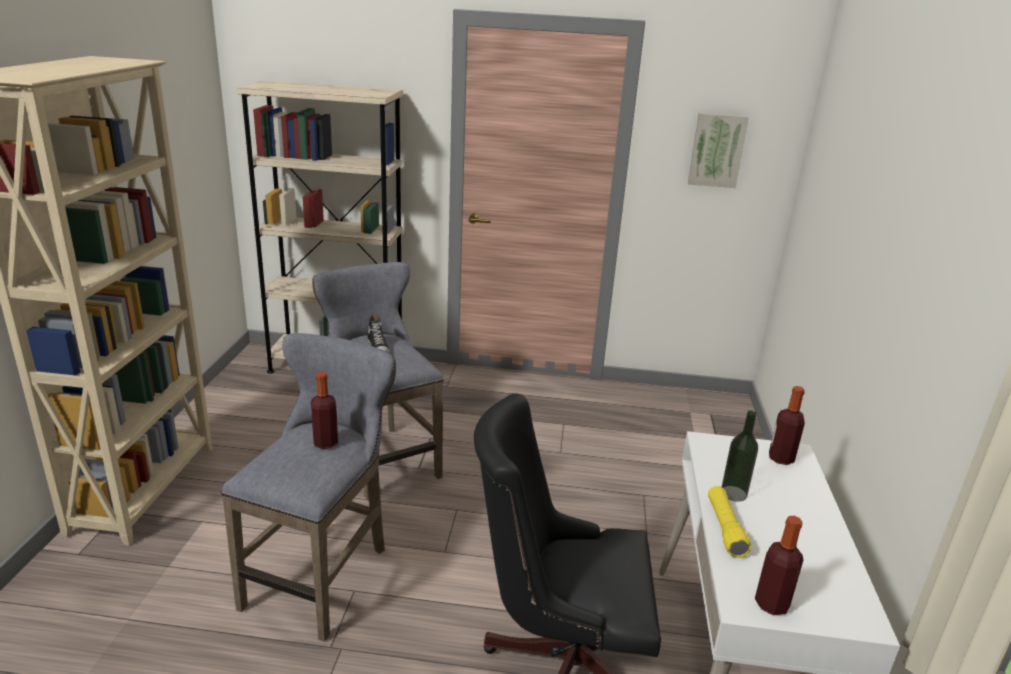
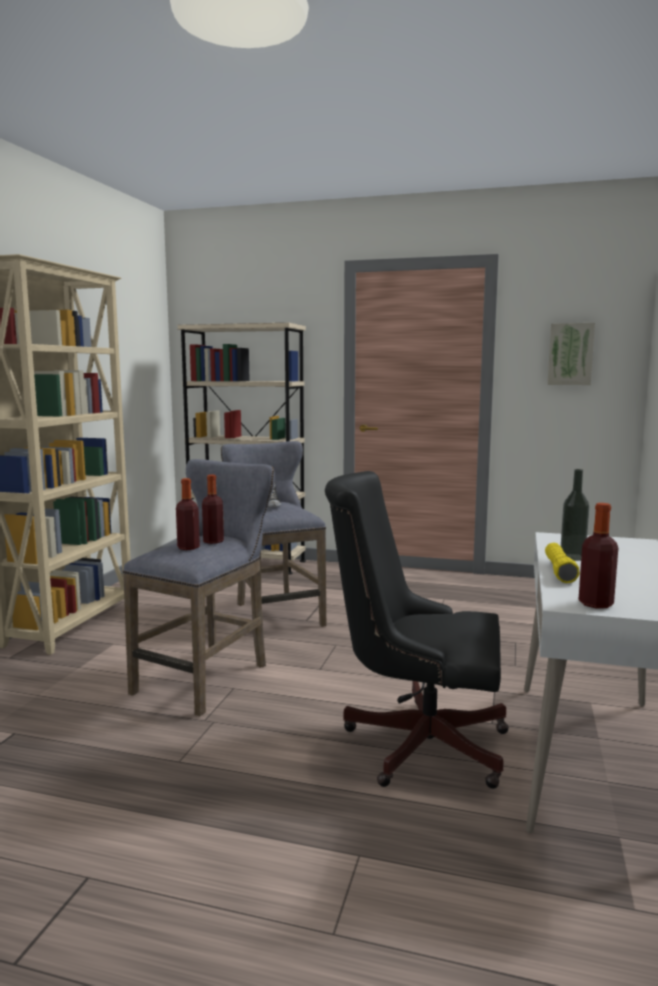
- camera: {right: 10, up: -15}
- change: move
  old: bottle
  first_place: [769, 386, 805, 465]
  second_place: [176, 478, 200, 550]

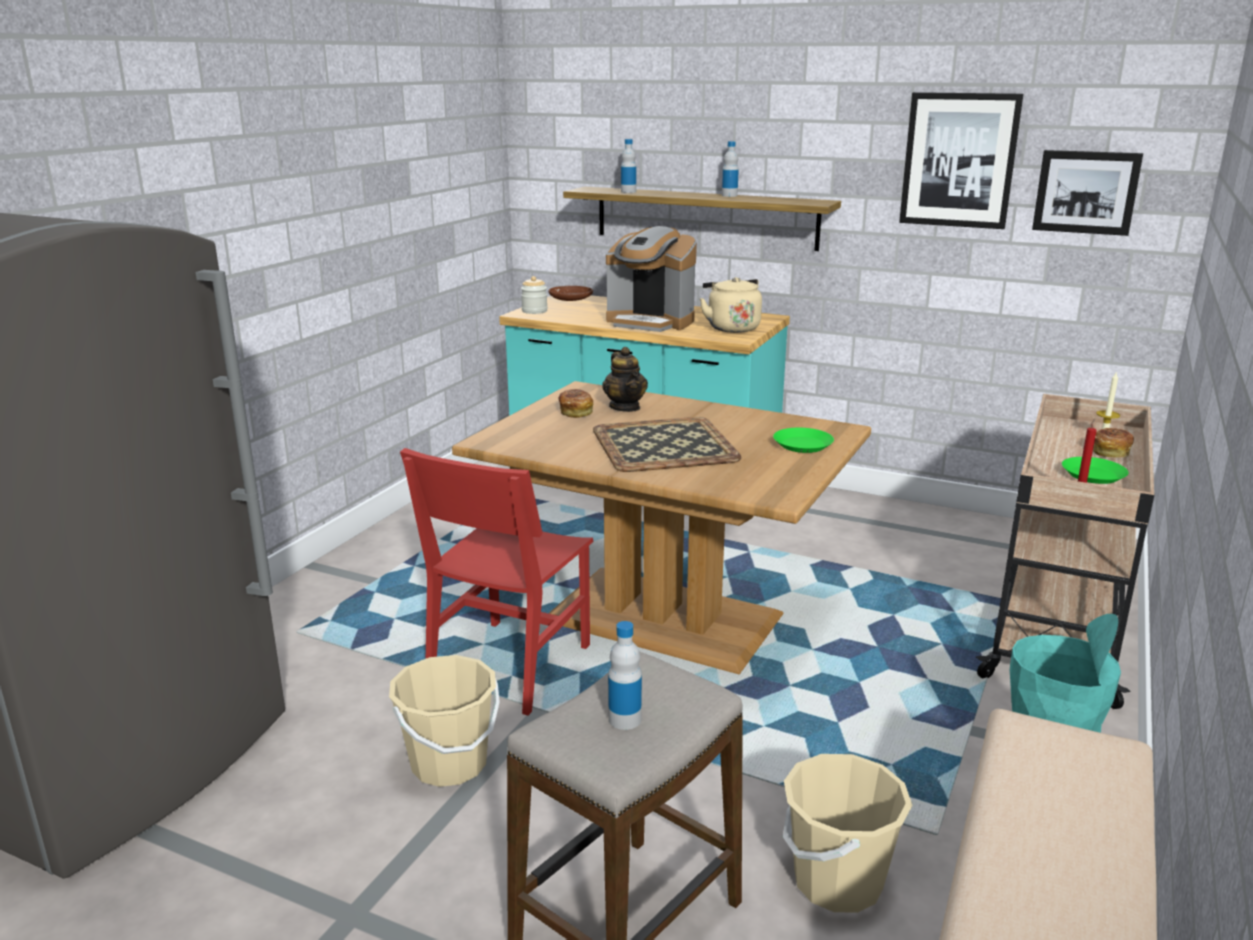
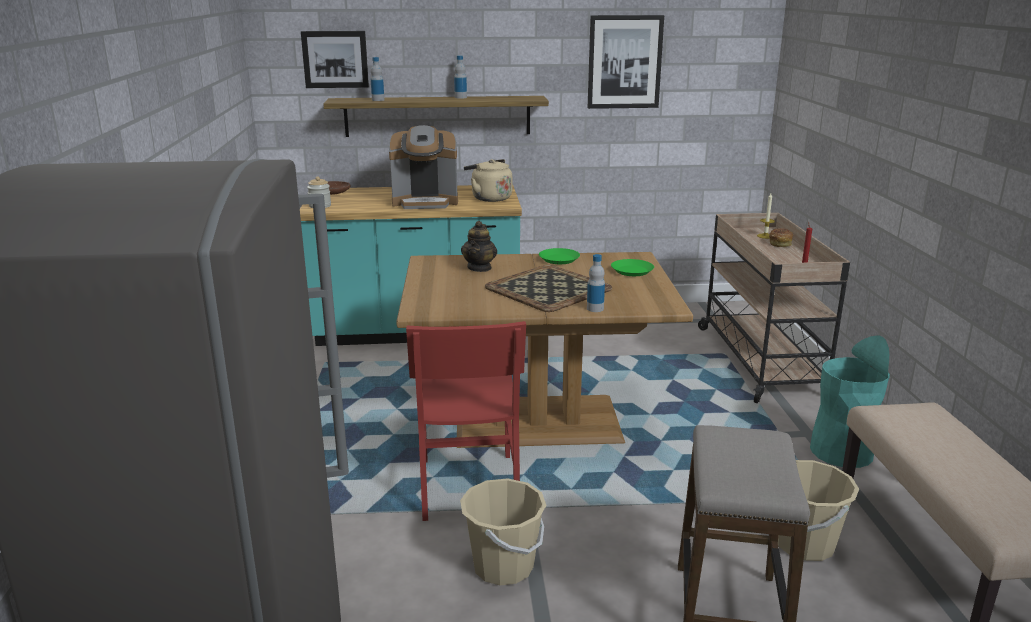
- camera: {right: -30, up: 0}
- change: delete
  old: bread
  first_place: [559, 389, 594, 418]
- change: move
  old: bottle
  first_place: [608, 621, 642, 730]
  second_place: [587, 254, 605, 312]
- change: move
  old: picture
  first_place: [1032, 150, 1143, 236]
  second_place: [301, 31, 369, 88]
- change: move
  old: green_plate
  first_place: [1062, 457, 1128, 484]
  second_place: [539, 248, 580, 264]
- change: rotate
  old: teapot
  first_place: [602, 347, 648, 412]
  second_place: [461, 221, 497, 272]
  degrees: 60

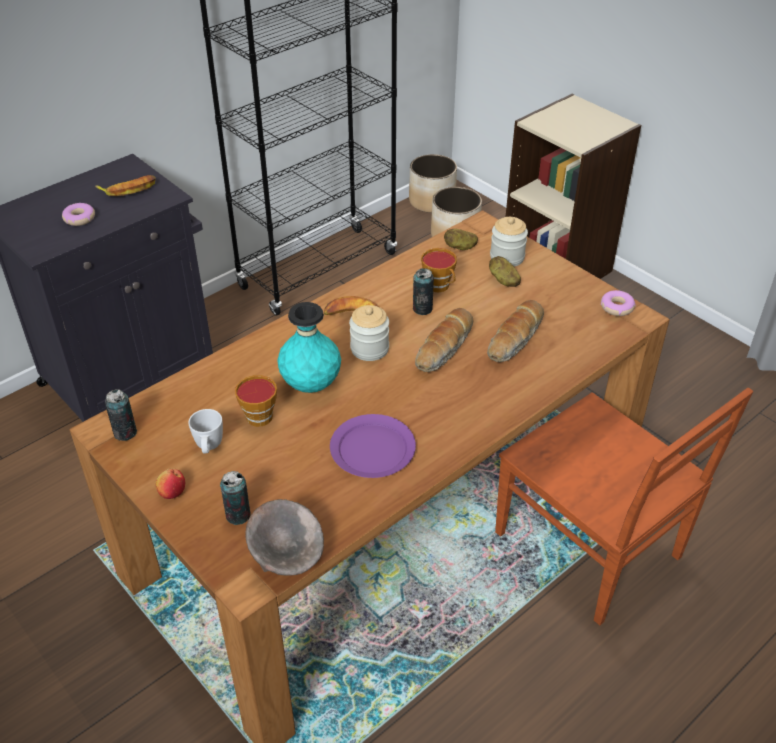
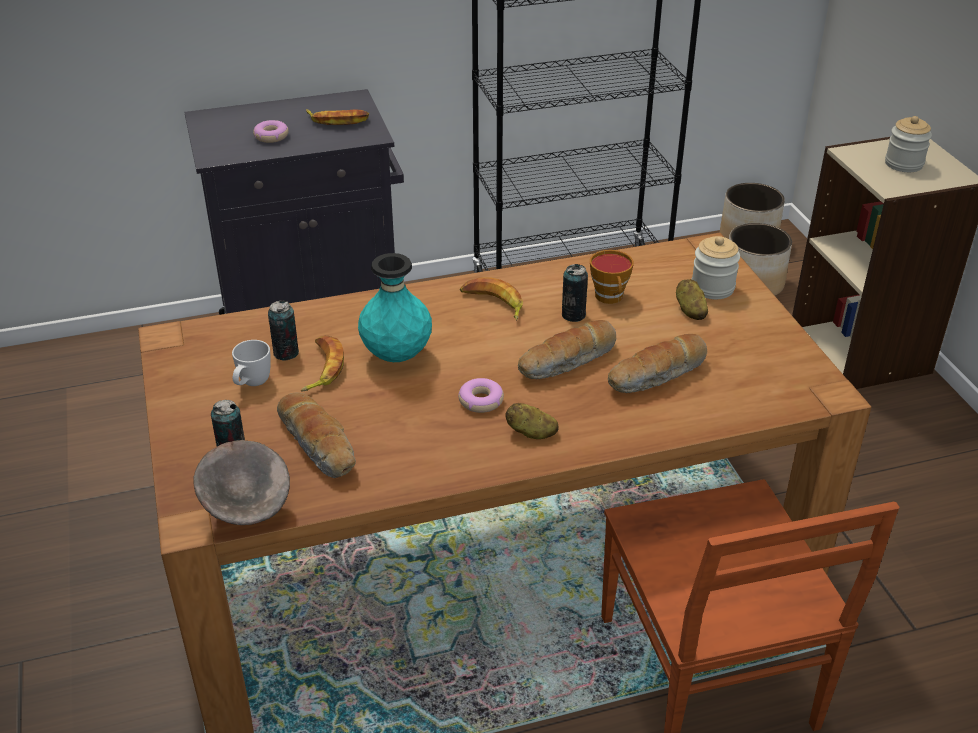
- camera: {right: 25, up: -5}
- change: delete
  old: apple
  first_place: [156, 468, 185, 499]
- change: delete
  old: purple_plate
  first_place: [330, 414, 416, 478]
- change: insert
  new: bread
  second_place: [277, 392, 356, 478]
- change: move
  old: can
  first_place: [105, 389, 137, 441]
  second_place: [268, 300, 299, 361]
- change: move
  old: jar
  first_place: [349, 305, 389, 361]
  second_place: [885, 116, 932, 172]
- change: move
  old: potato
  first_place: [444, 229, 478, 250]
  second_place: [505, 403, 559, 439]
- change: move
  old: donut
  first_place: [601, 290, 636, 316]
  second_place: [458, 378, 504, 413]
- change: replace
  old: cup
  new: banana
  first_place: [235, 375, 277, 427]
  second_place: [301, 336, 344, 391]

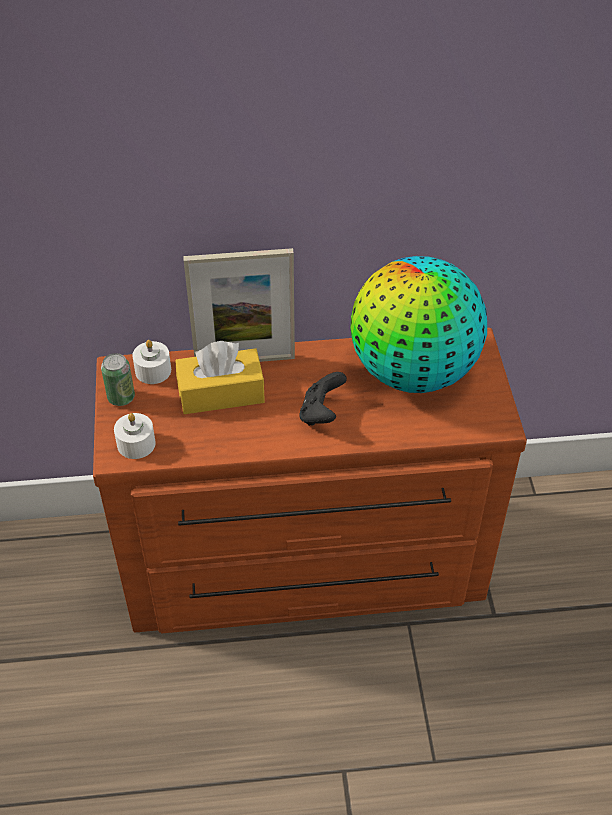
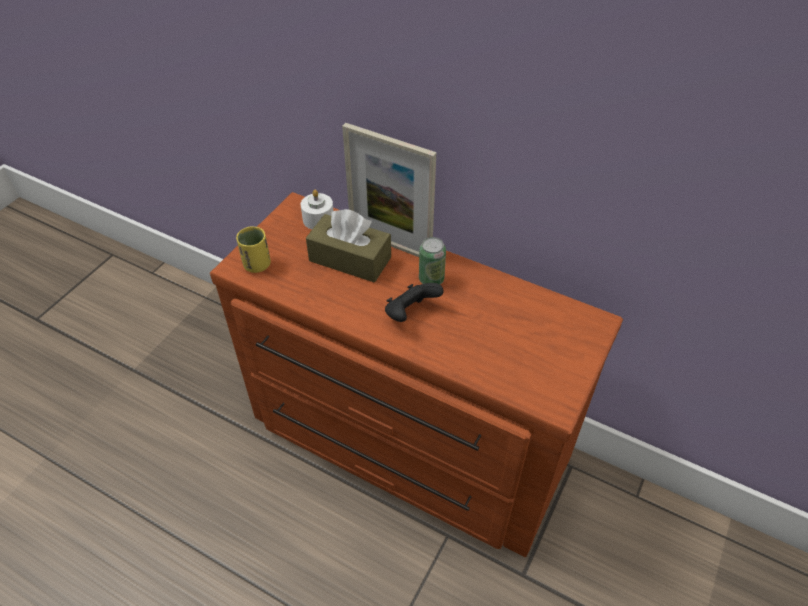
- camera: {right: 35, up: 0}
- change: delete
  old: globe
  first_place: [351, 256, 487, 393]
- change: move
  old: can
  first_place: [101, 353, 135, 406]
  second_place: [419, 237, 446, 284]
- change: replace
  old: white_candle
  new: yellow_cup
  first_place: [114, 413, 156, 459]
  second_place: [236, 226, 271, 273]
- change: recolor
  old: yellow_tissue_box
  new: brown_tissue_box
  first_place: [175, 341, 265, 414]
  second_place: [306, 209, 391, 282]

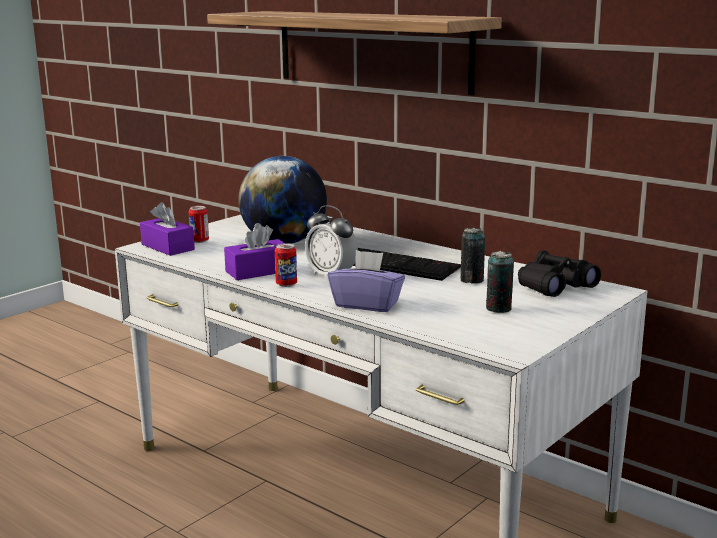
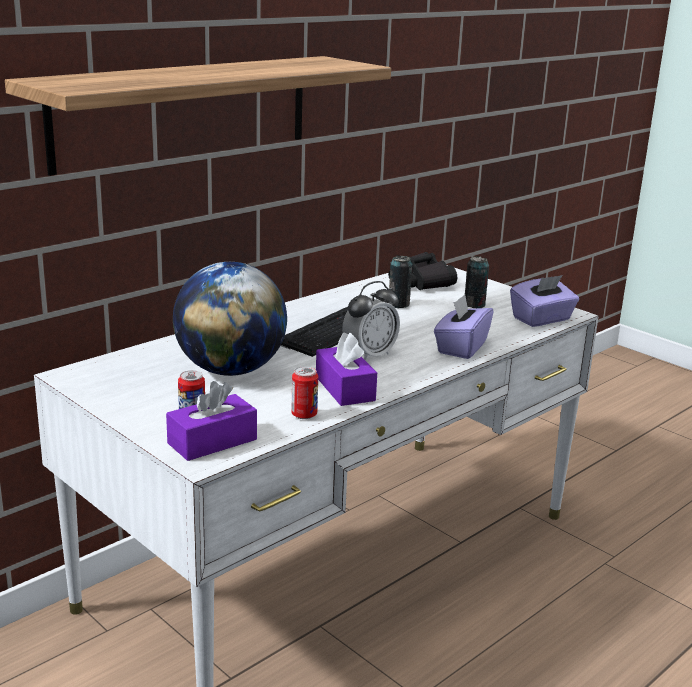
- camera: {right: -85, up: 5}
- change: insert
  new: purple_tissue_box
  second_place: [510, 275, 579, 327]
- change: move
  old: can
  first_place: [275, 243, 297, 287]
  second_place: [291, 366, 318, 419]

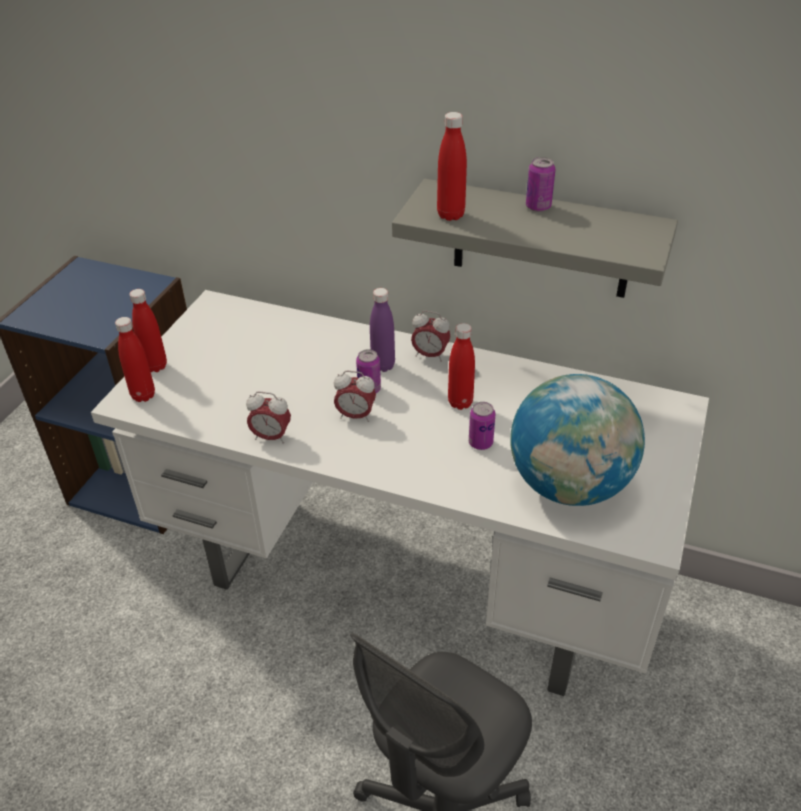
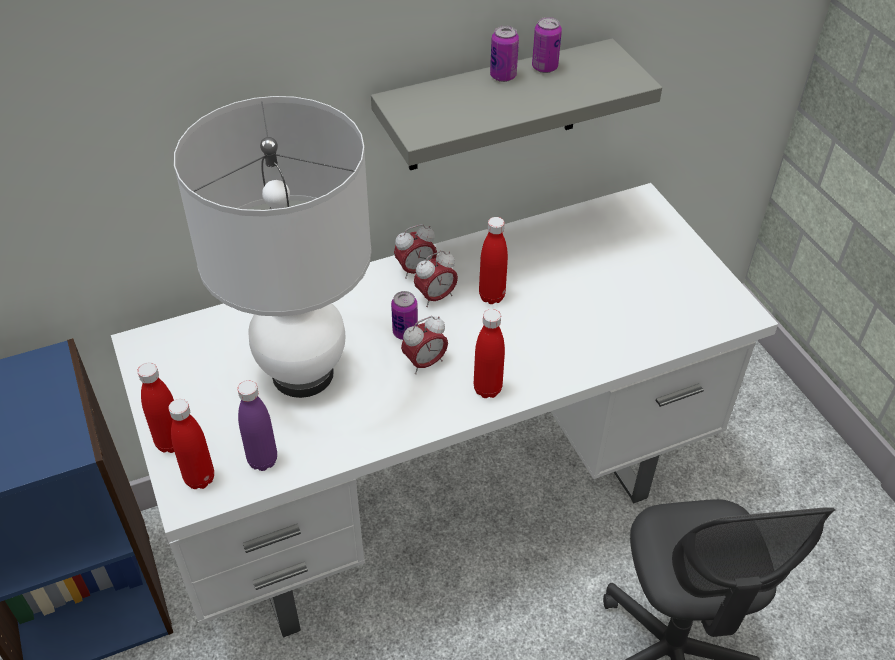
- camera: {right: -45, up: 5}
- change: delete
  old: globe
  first_place: [510, 374, 645, 506]
- change: insert
  new: white_table_lamp
  second_place: [174, 96, 372, 398]
- change: move
  old: alarm_clock
  first_place: [246, 391, 291, 444]
  second_place: [414, 251, 458, 307]
- change: move
  old: purple_bottle
  first_place: [370, 288, 395, 372]
  second_place: [237, 380, 277, 471]
- change: move
  old: red_bottle
  first_place: [437, 112, 467, 221]
  second_place: [474, 309, 505, 398]
- change: move
  old: can
  first_place: [469, 402, 495, 450]
  second_place: [532, 17, 562, 73]

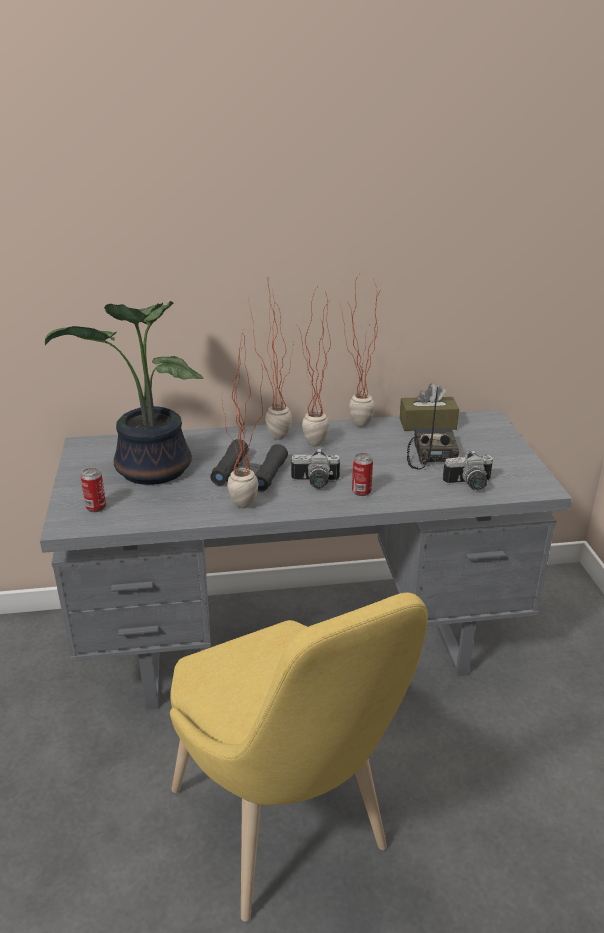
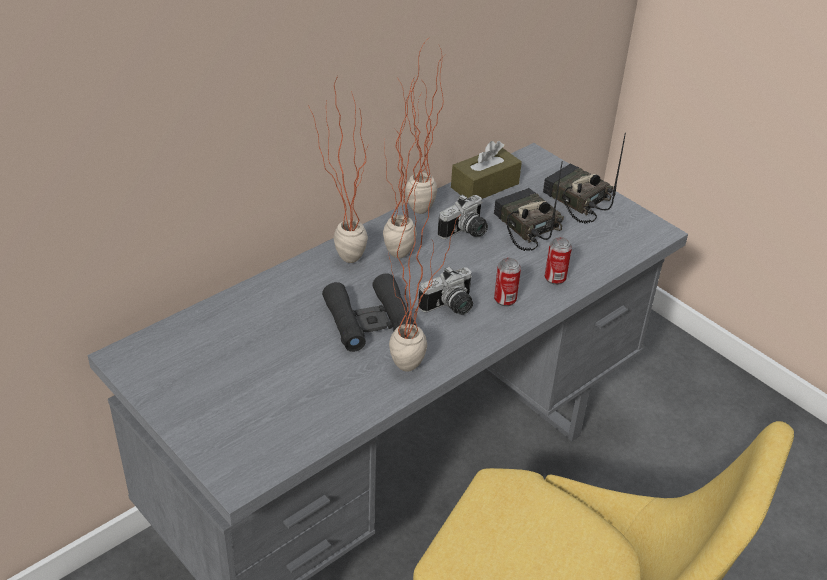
- camera: {right: -35, up: 10}
- change: delete
  old: potted_plant
  first_place: [45, 301, 204, 485]
- change: insert
  new: radio
  second_place: [543, 133, 626, 223]
- change: move
  old: can
  first_place: [81, 468, 106, 512]
  second_place: [545, 237, 572, 285]
- change: move
  old: photo_camera
  first_place: [443, 450, 493, 490]
  second_place: [438, 195, 488, 239]

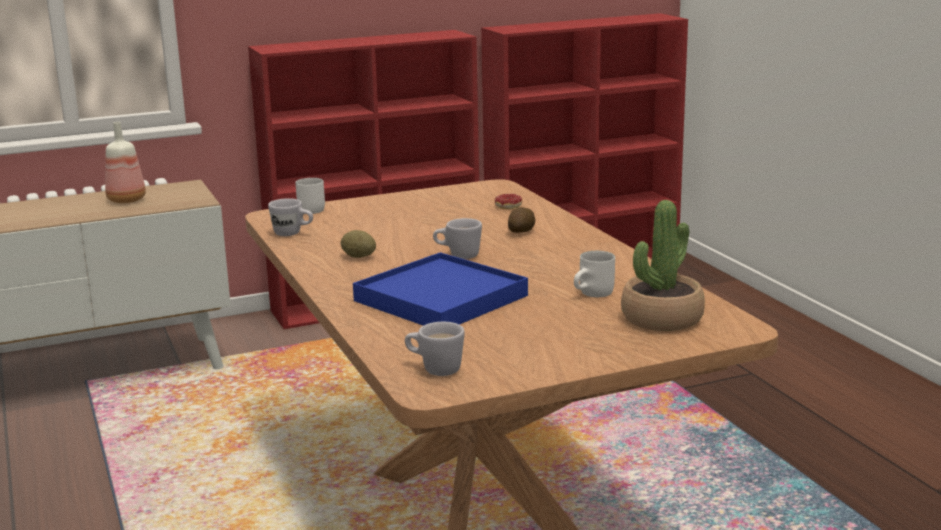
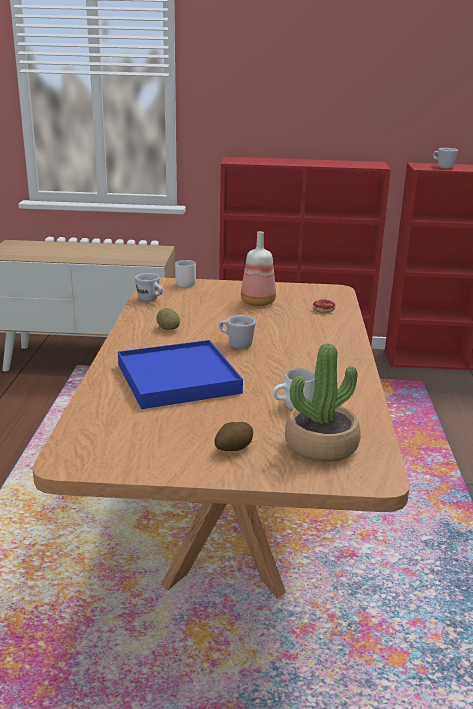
- camera: {right: 25, up: 5}
- change: move
  old: bottle
  first_place: [105, 122, 146, 203]
  second_place: [241, 231, 276, 306]
- change: move
  old: white_mug
  first_place: [405, 322, 465, 376]
  second_place: [433, 148, 458, 168]
- change: move
  old: potato
  first_place: [508, 207, 535, 233]
  second_place: [214, 422, 253, 451]

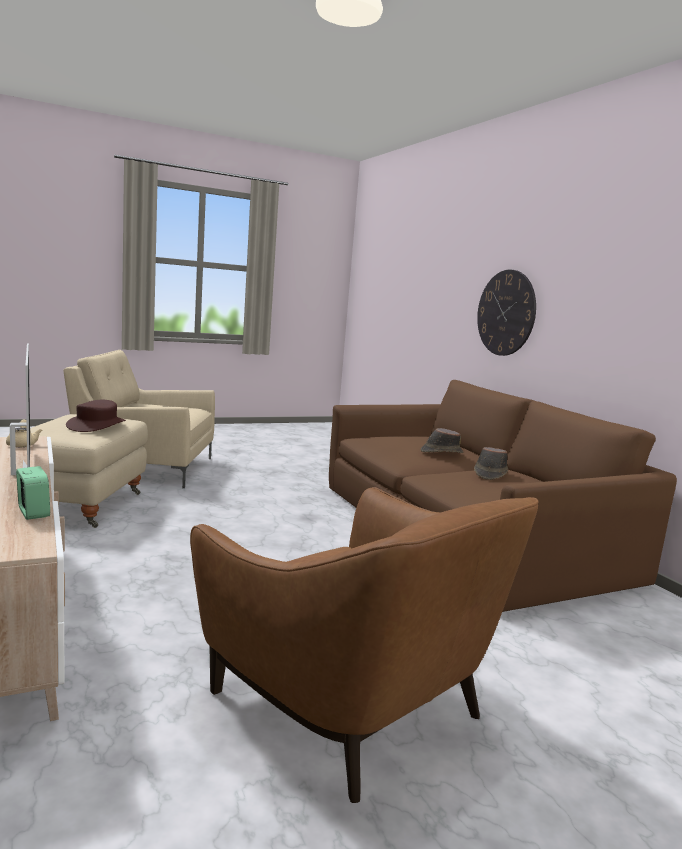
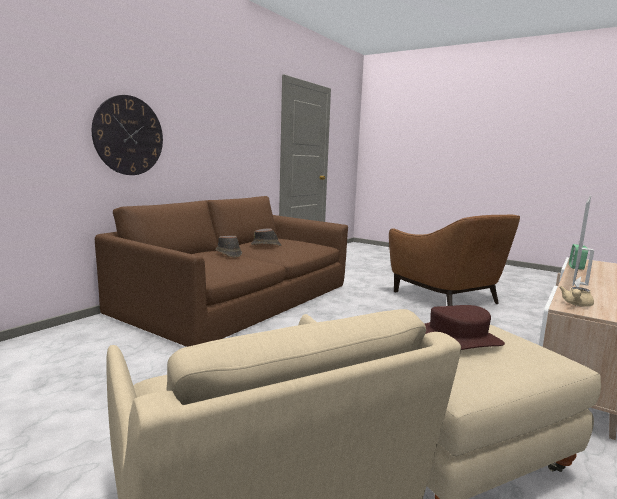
- camera: {right: -120, up: 0}
- change: rotate
  old: brown_armchair
  first_place: [190, 487, 539, 803]
  second_place: [389, 215, 520, 306]
  degrees: 135

